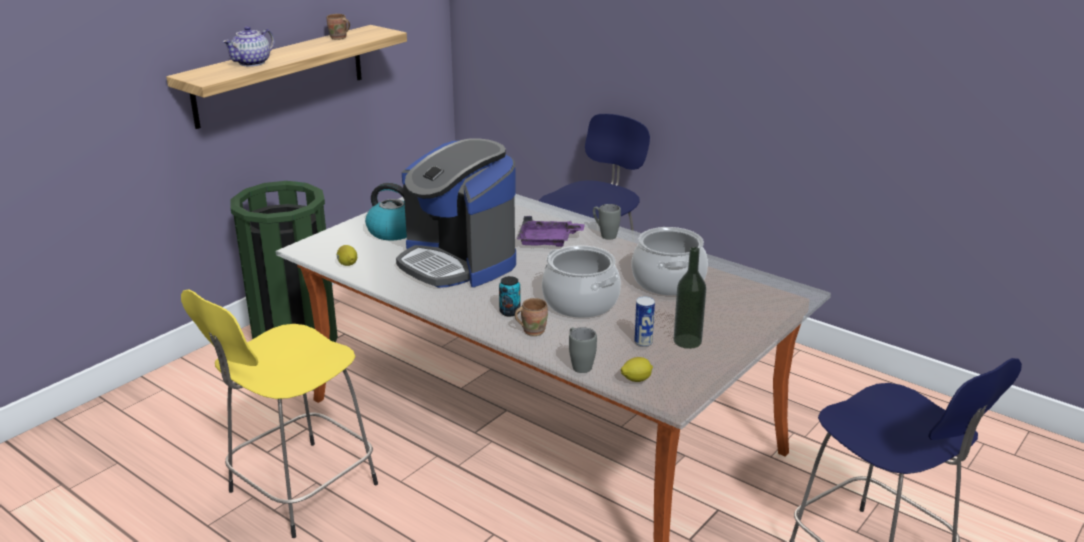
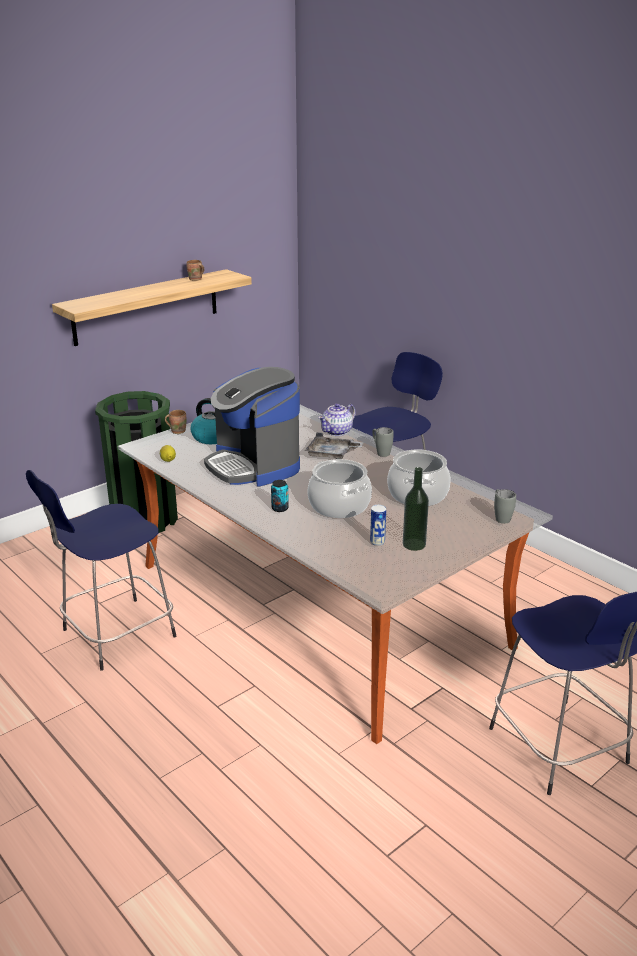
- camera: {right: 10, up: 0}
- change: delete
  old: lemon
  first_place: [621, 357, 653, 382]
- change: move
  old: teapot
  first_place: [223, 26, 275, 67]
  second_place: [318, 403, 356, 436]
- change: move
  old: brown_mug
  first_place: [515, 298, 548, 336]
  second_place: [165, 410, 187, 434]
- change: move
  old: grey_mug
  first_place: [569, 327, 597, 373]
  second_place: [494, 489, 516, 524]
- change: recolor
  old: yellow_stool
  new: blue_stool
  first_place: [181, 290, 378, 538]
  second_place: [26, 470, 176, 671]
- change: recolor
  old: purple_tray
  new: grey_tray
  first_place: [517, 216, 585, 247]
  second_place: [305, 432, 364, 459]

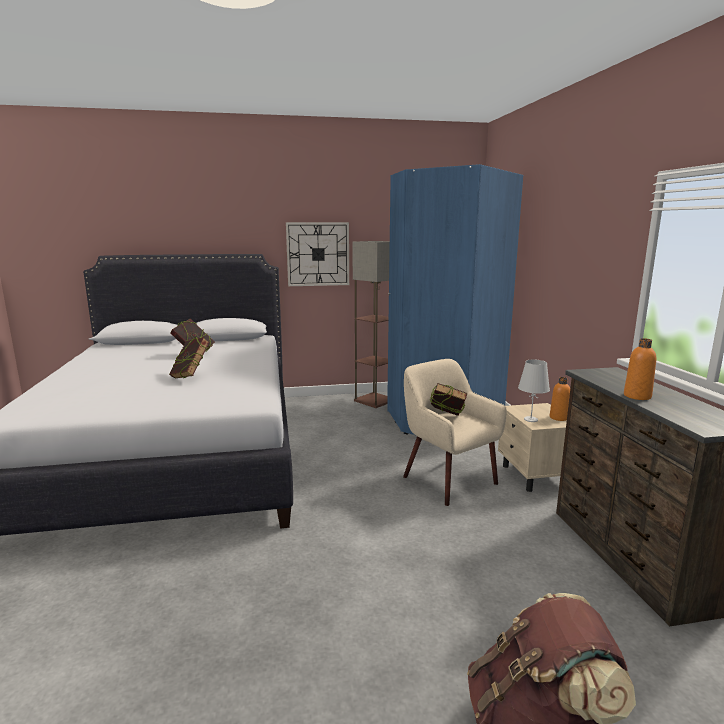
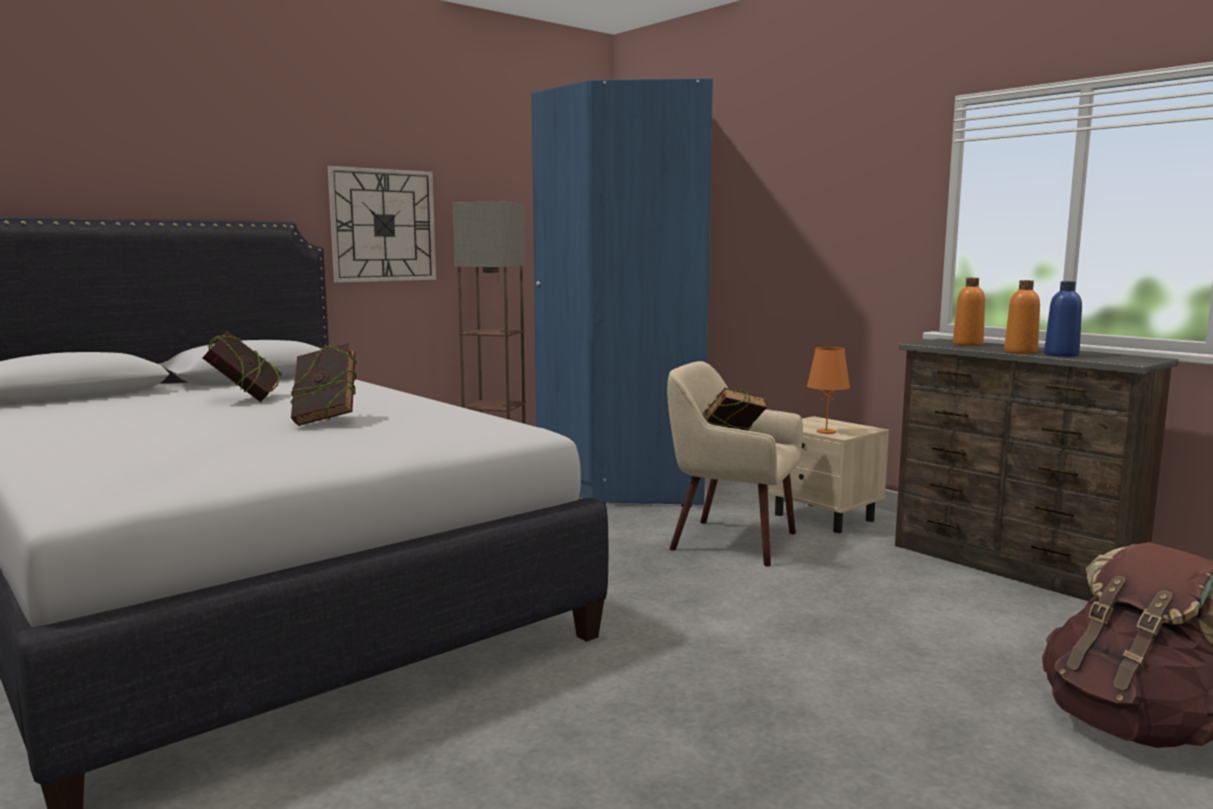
- camera: {right: -30, up: -5}
- change: insert
  new: blue_bottle
  second_place: [1044, 281, 1082, 357]
- change: move
  old: orange_bottle
  first_place: [550, 377, 570, 421]
  second_place: [953, 278, 985, 346]
- change: recolor
  old: white_table_lamp
  new: orange_table_lamp
  first_place: [518, 360, 550, 422]
  second_place: [807, 347, 850, 434]

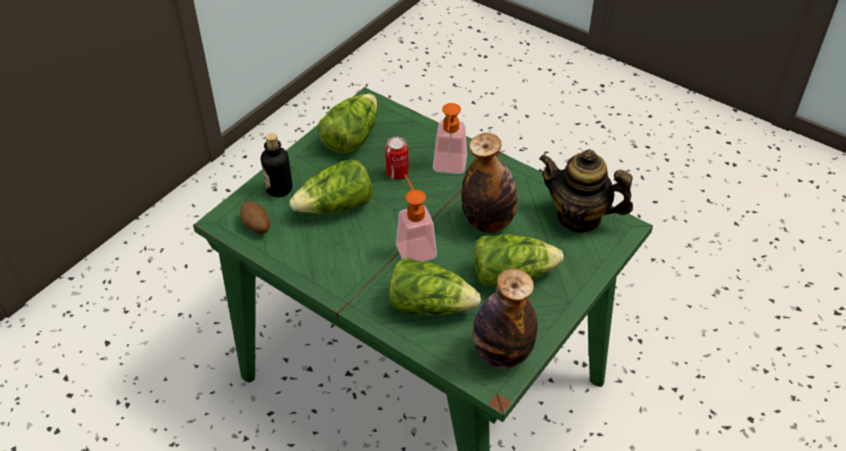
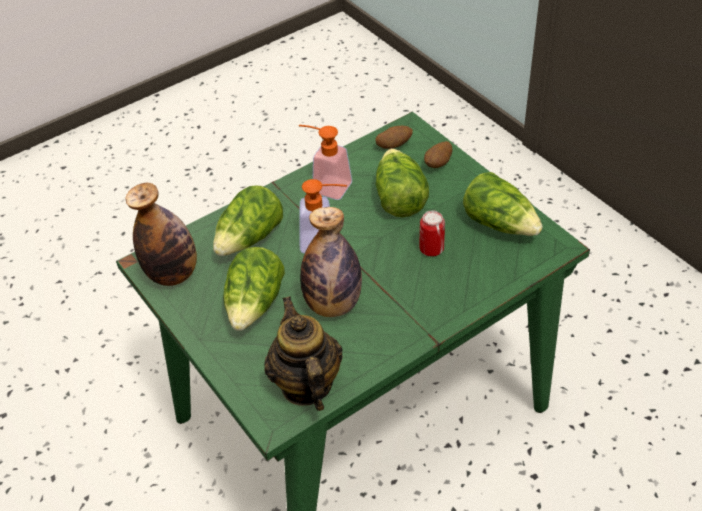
- camera: {right: 110, up: 0}
- change: move
  old: soap_dispenser
  first_place: [433, 103, 467, 174]
  second_place: [299, 125, 352, 200]
- change: replace
  old: bottle
  new: potato
  first_place: [261, 133, 292, 197]
  second_place: [424, 141, 453, 168]
- change: rotate
  old: teapot
  first_place: [539, 149, 633, 233]
  second_place: [264, 296, 343, 411]
  degrees: -60

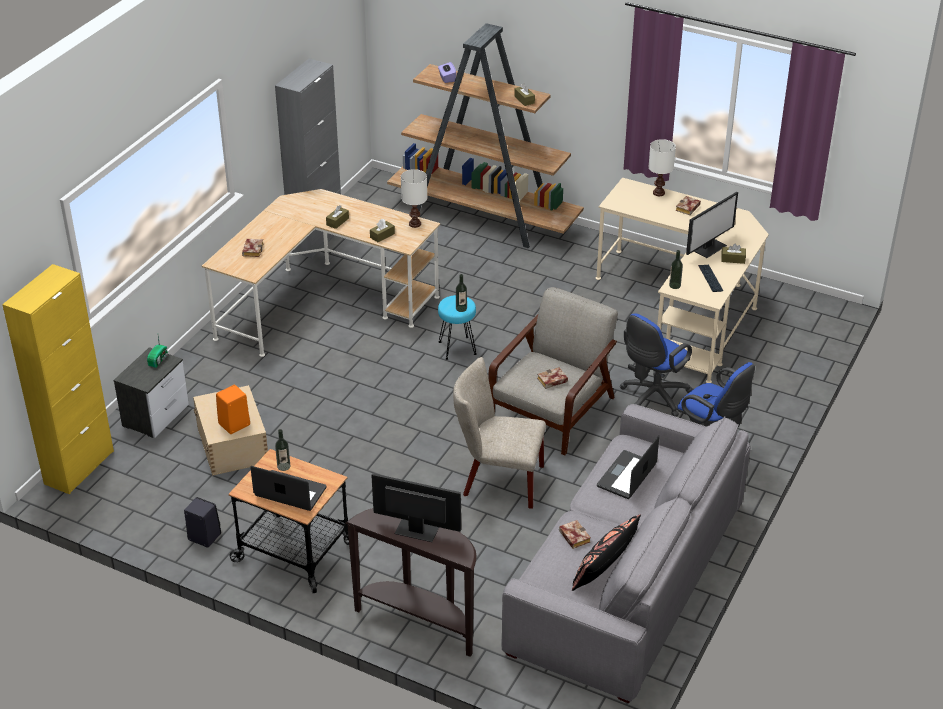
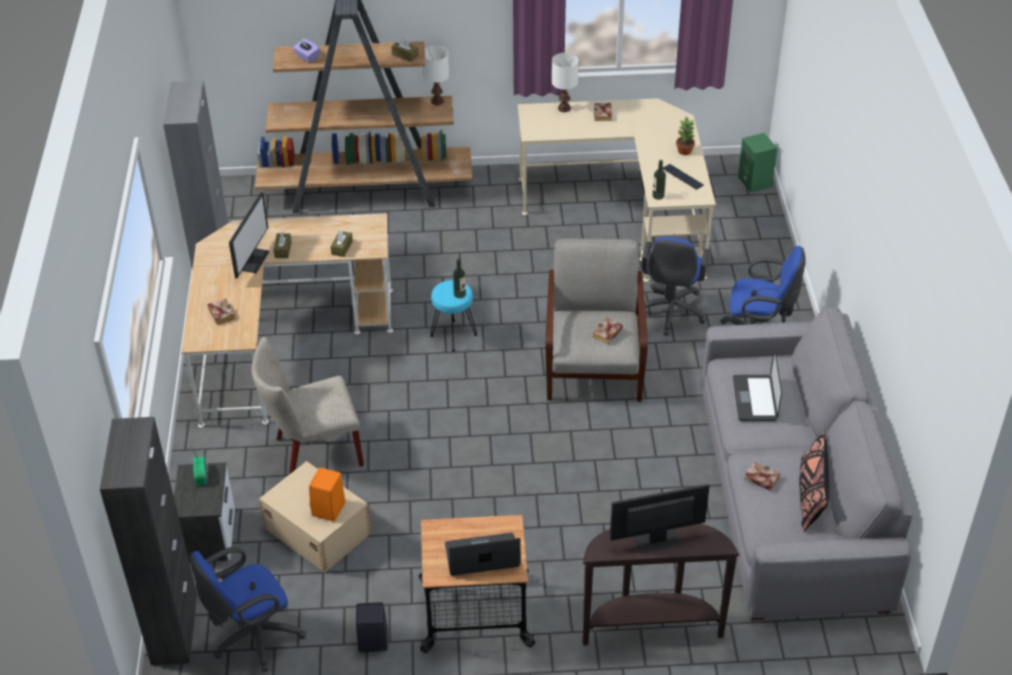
- camera: {right: -30, up: 5}
- change: delete
  old: bottle
  first_place: [275, 429, 290, 471]
- change: insert
  new: blue_office_chair
  second_place: [190, 547, 306, 672]
- change: insert
  new: green_speaker
  second_place: [738, 133, 777, 193]
- change: move
  old: white_table_lamp
  first_place: [401, 169, 427, 228]
  second_place: [422, 46, 449, 105]
- change: move
  old: beige_chair
  first_place: [453, 357, 546, 509]
  second_place: [252, 336, 364, 475]
- change: move
  old: monitor
  first_place: [686, 192, 738, 258]
  second_place: [229, 192, 270, 278]
- change: replace
  old: brown_tissue_box
  new: potted_plant
  first_place: [721, 243, 746, 264]
  second_place: [676, 116, 695, 155]
- change: recolor
  old: yellow_cabinet
  new: black_cabinet
  first_place: [2, 264, 114, 494]
  second_place: [100, 417, 197, 665]

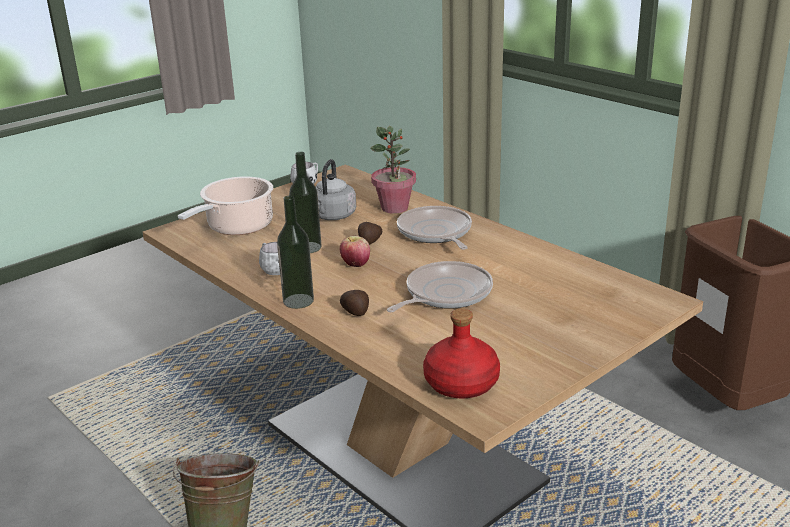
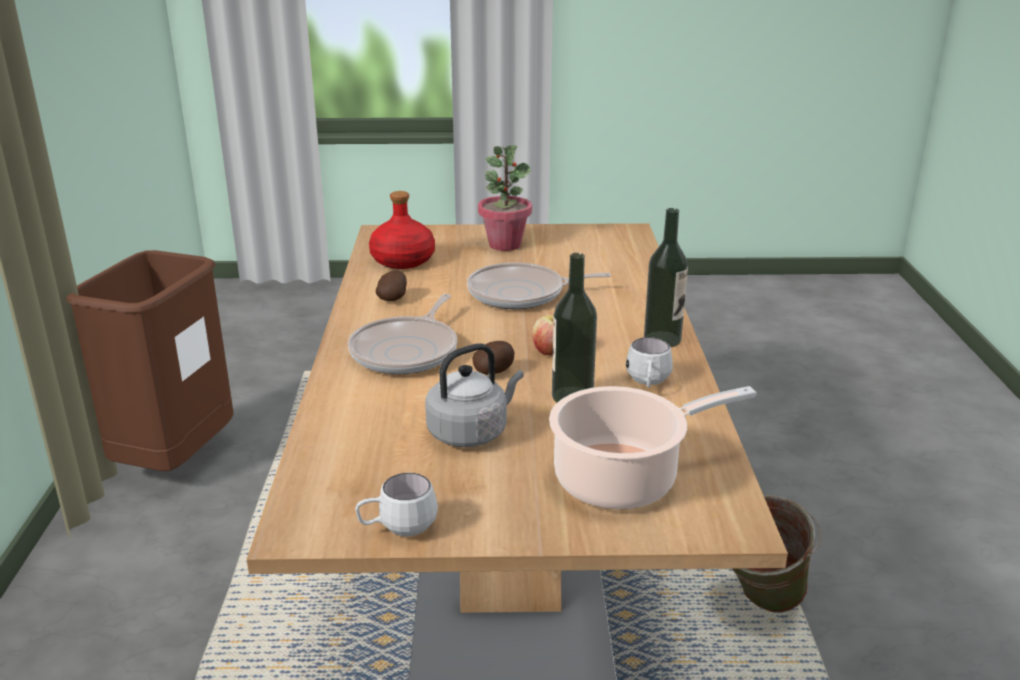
- camera: {right: -140, up: 0}
- change: move
  old: potato
  first_place: [340, 290, 369, 316]
  second_place: [376, 270, 407, 301]
- change: move
  old: potted_plant
  first_place: [370, 126, 416, 214]
  second_place: [478, 145, 532, 251]
- change: move
  old: red_bottle
  first_place: [423, 309, 500, 398]
  second_place: [369, 191, 435, 269]

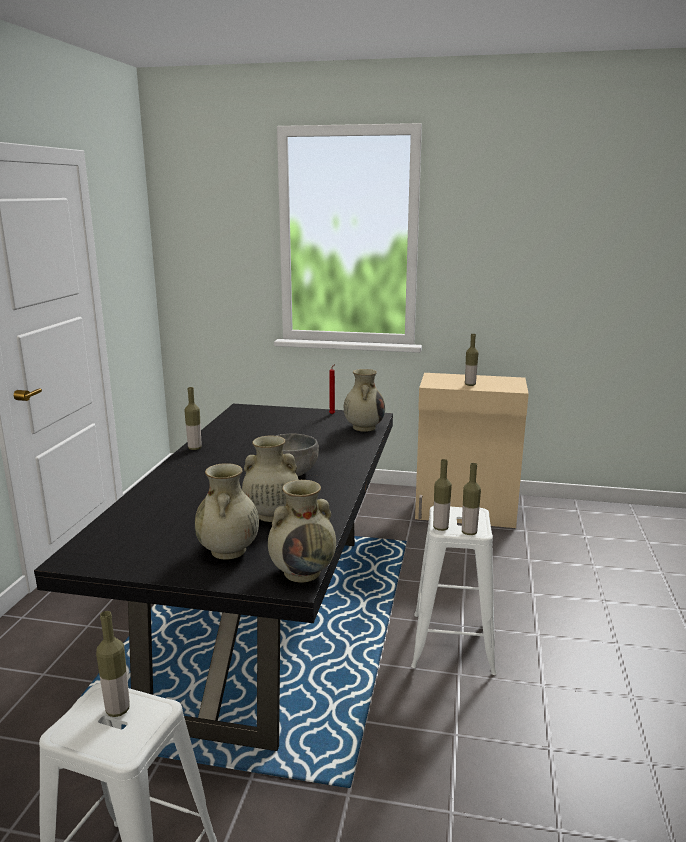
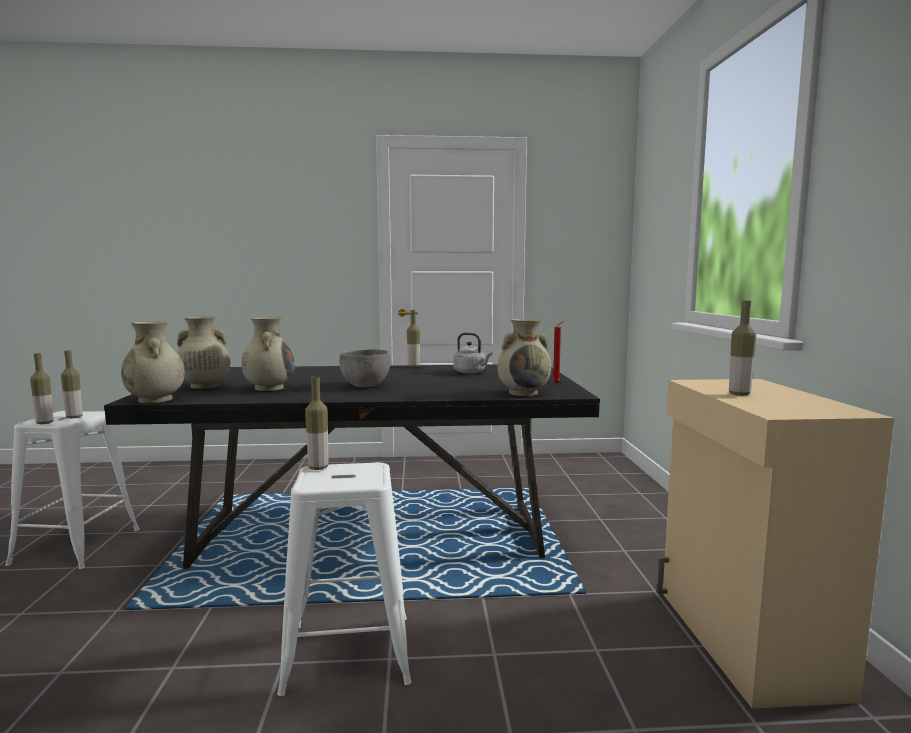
- camera: {right: 75, up: -10}
- change: insert
  new: grey_kettle
  second_place: [453, 332, 492, 374]
- change: move
  old: bottle
  first_place: [462, 463, 481, 535]
  second_place: [30, 353, 54, 424]

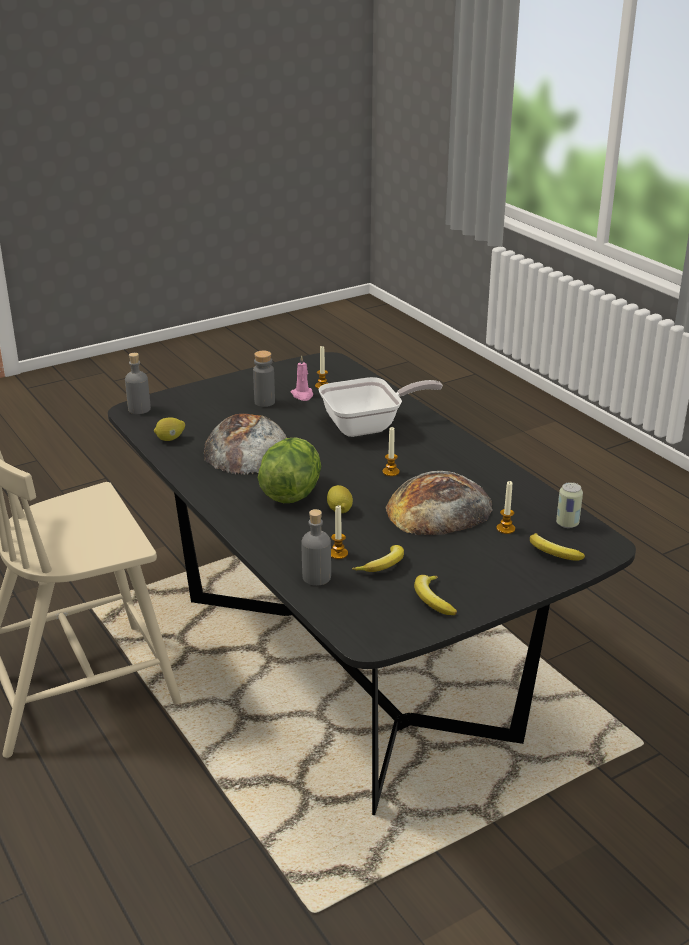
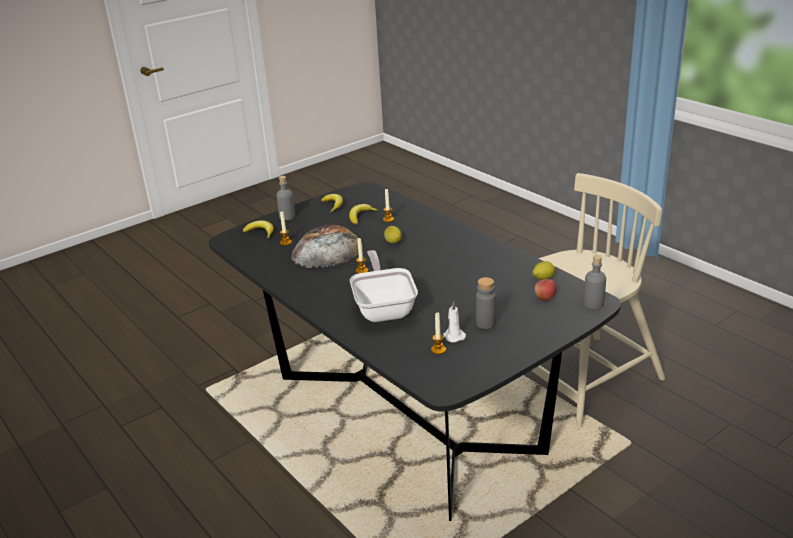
- camera: {right: 175, up: 0}
- change: delete
  old: bread
  first_place: [204, 414, 287, 475]
- change: delete
  old: lettuce
  first_place: [258, 438, 321, 503]
- change: delete
  old: can
  first_place: [556, 482, 583, 528]
- change: insert
  new: apple
  second_place: [534, 279, 557, 301]
- change: move
  old: grey_bottle
  first_place: [301, 509, 331, 586]
  second_place: [276, 176, 295, 220]
- change: recolor
  old: pink_candle
  new: white_candle
  first_place: [291, 355, 313, 401]
  second_place: [443, 301, 466, 343]
- change: rotate
  old: frying_pan
  first_place: [318, 377, 443, 437]
  second_place: [350, 250, 418, 322]
  degrees: 105

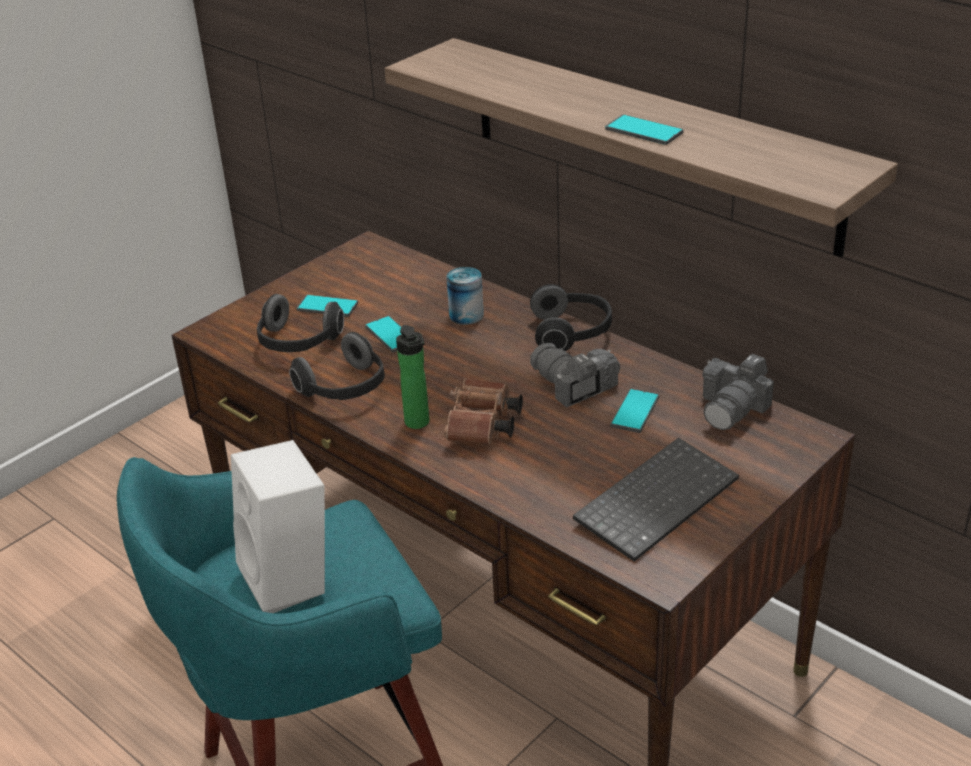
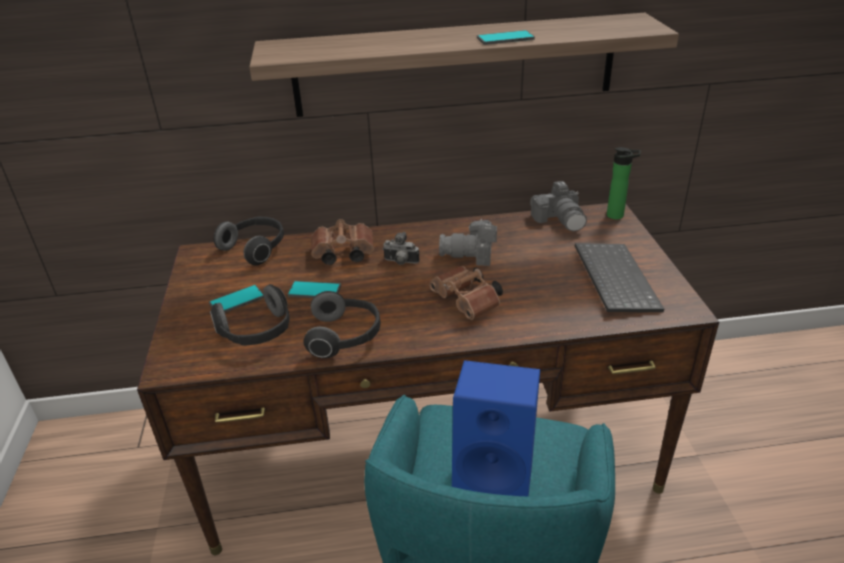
- camera: {right: -50, up: 0}
- change: delete
  old: phone
  first_place: [610, 389, 659, 433]
- change: insert
  new: photo_camera
  second_place: [383, 232, 420, 265]
- change: move
  old: bottle
  first_place: [396, 325, 429, 429]
  second_place: [607, 147, 641, 220]
- change: move
  old: headphones
  first_place: [530, 284, 612, 351]
  second_place: [214, 216, 284, 265]
- change: replace
  old: can
  new: brown_binoculars
  first_place: [446, 267, 484, 325]
  second_place: [311, 219, 374, 265]
- change: recolor
  old: white_speaker
  new: blue_speaker
  first_place: [231, 440, 325, 613]
  second_place: [452, 360, 540, 496]

